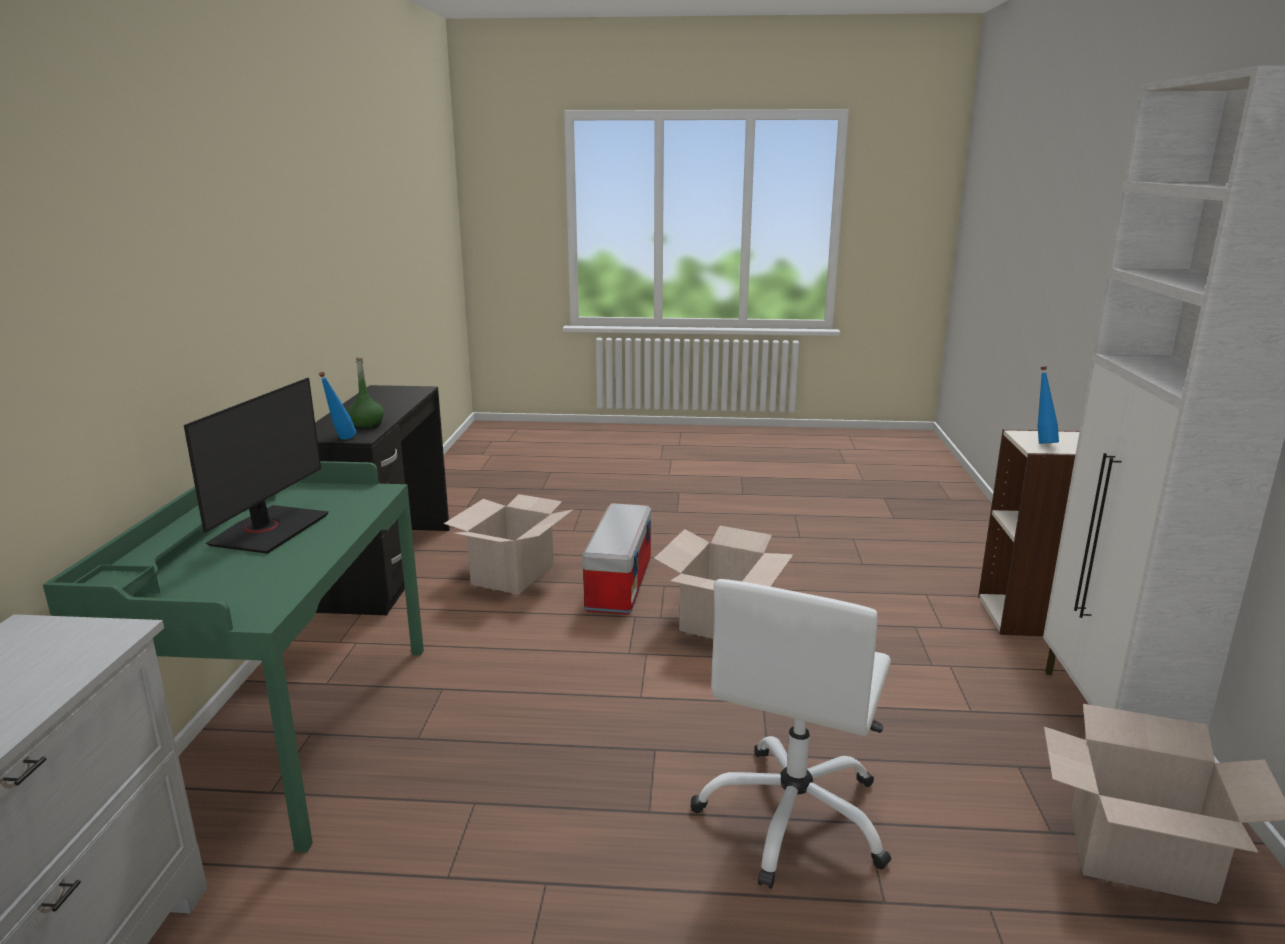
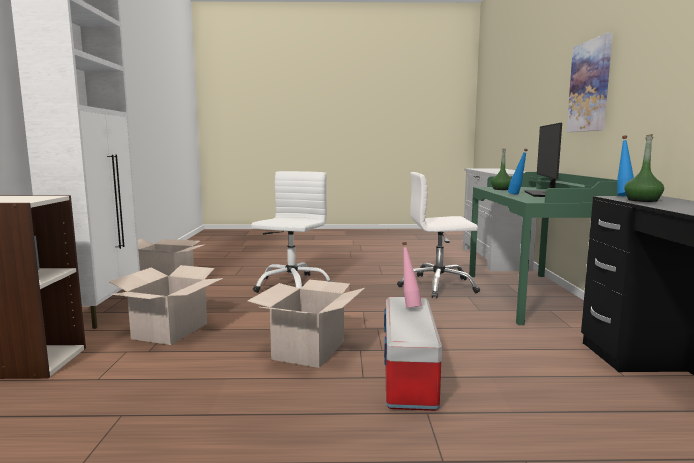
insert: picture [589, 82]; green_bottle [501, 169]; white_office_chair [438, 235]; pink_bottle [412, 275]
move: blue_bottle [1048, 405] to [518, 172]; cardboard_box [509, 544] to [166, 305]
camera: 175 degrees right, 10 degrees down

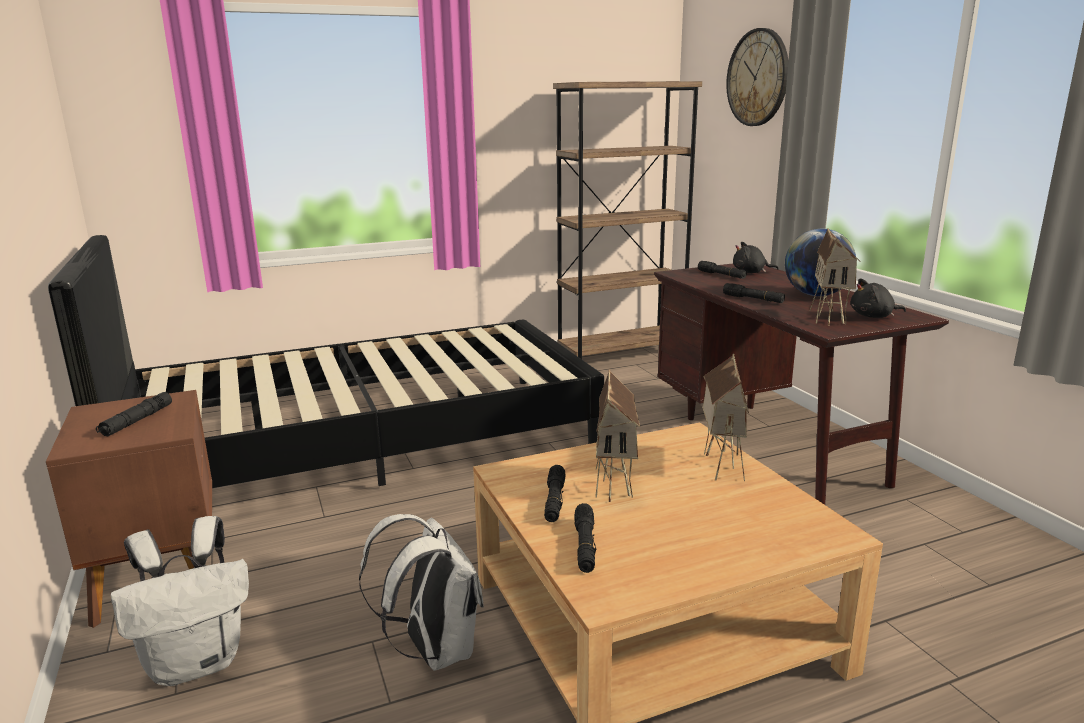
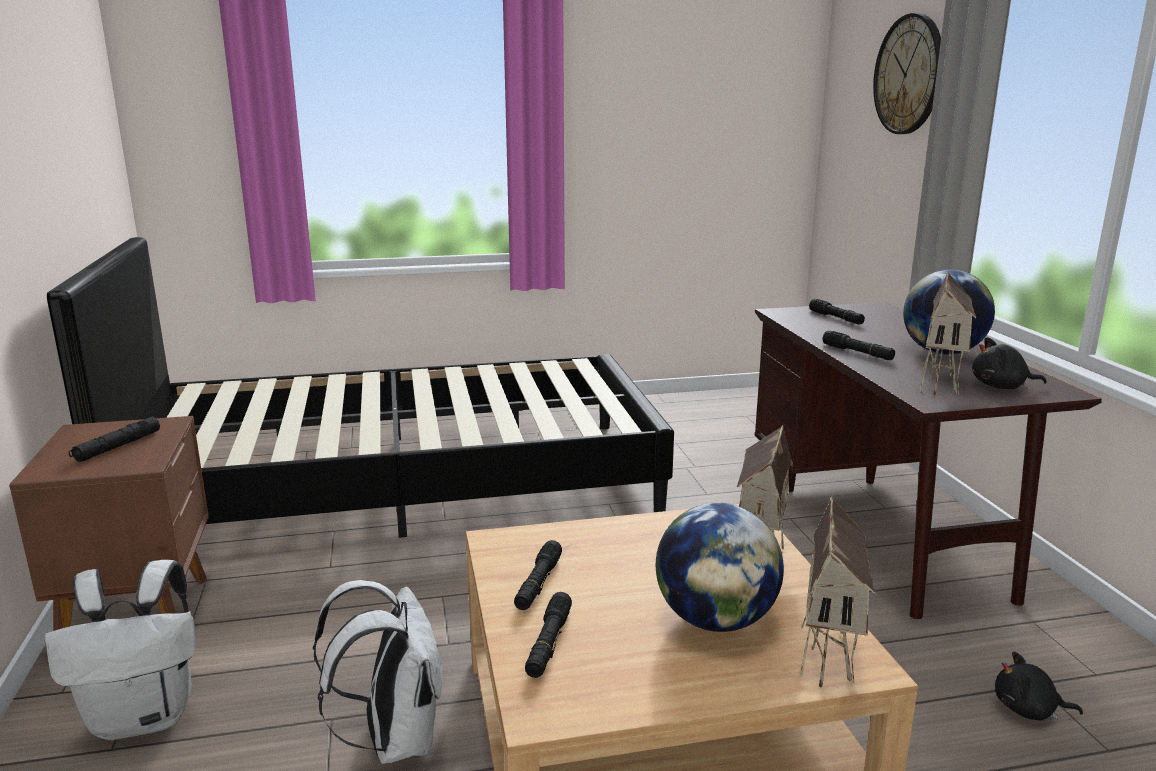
delete: brown_bookcase [627, 220]
insert: globe [720, 567]
move: black_plush_toy [756, 257] to [1039, 685]; toy_house [617, 436] to [837, 592]
camera: 10 degrees right, 0 degrees up

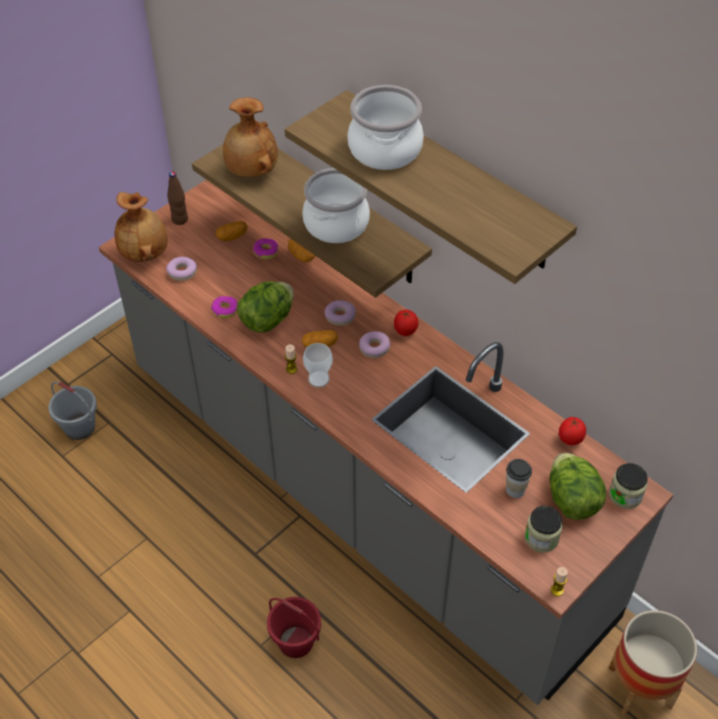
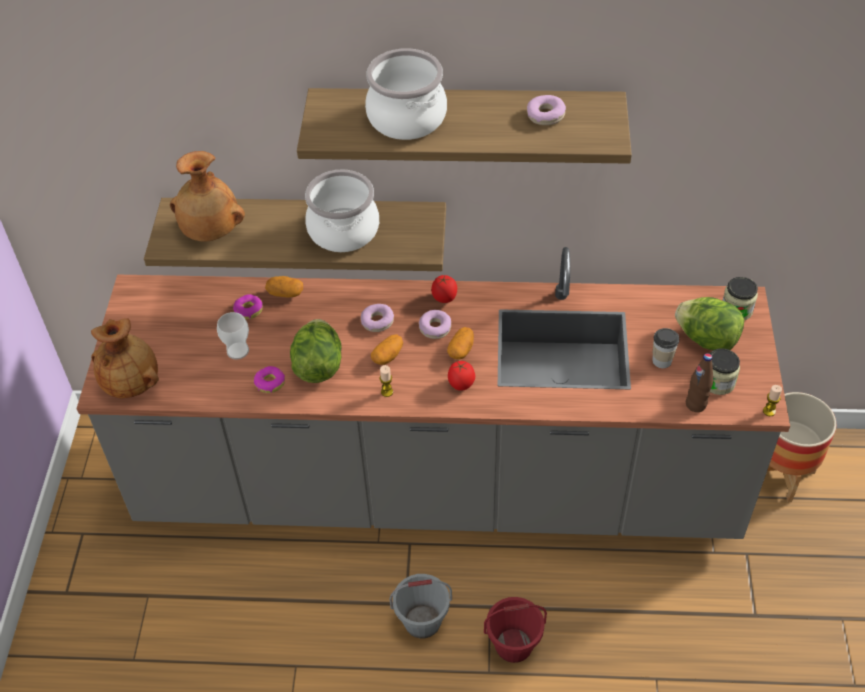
move: brown_bottle [177, 198] to [699, 382]; potato [231, 231] to [460, 343]; donut [181, 269] to [546, 110]; cup [318, 365] to [233, 336]; grey_bucket [72, 410] to [421, 606]; tomato [572, 431] to [461, 376]
camera: 40 degrees left, 0 degrees up

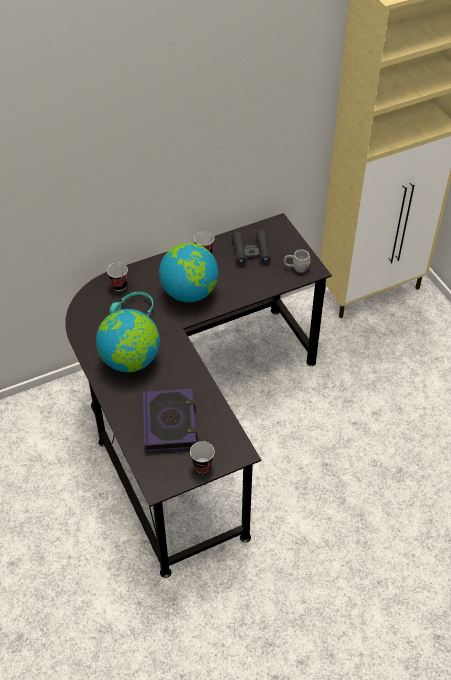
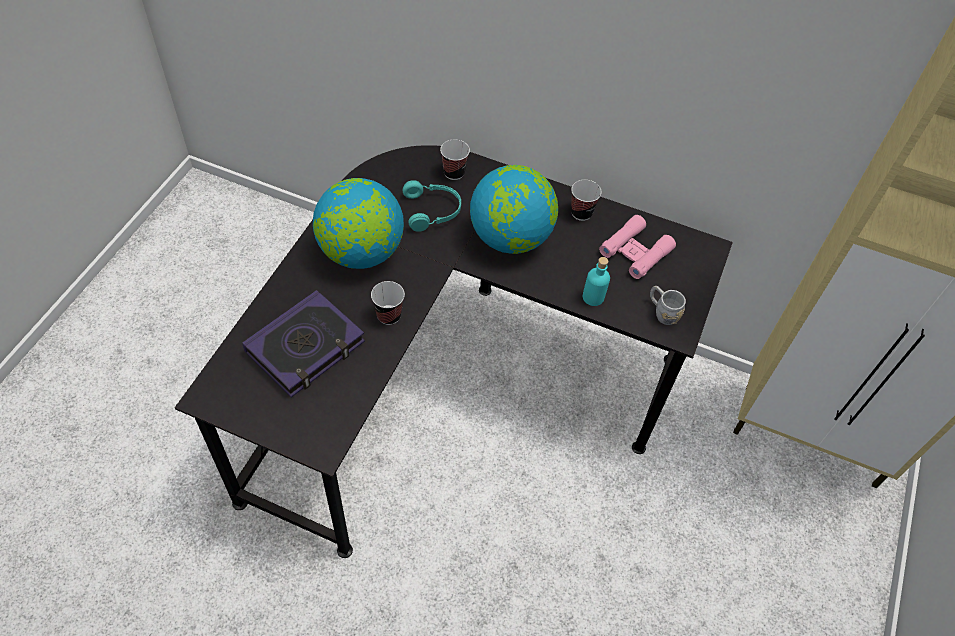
insert: turquoise_bottle [596, 281]
move: cup [202, 457] to [388, 303]
recolor: black_binoculars [251, 247] to pink_binoculars [637, 247]
camera: 45 degrees right, 5 degrees up

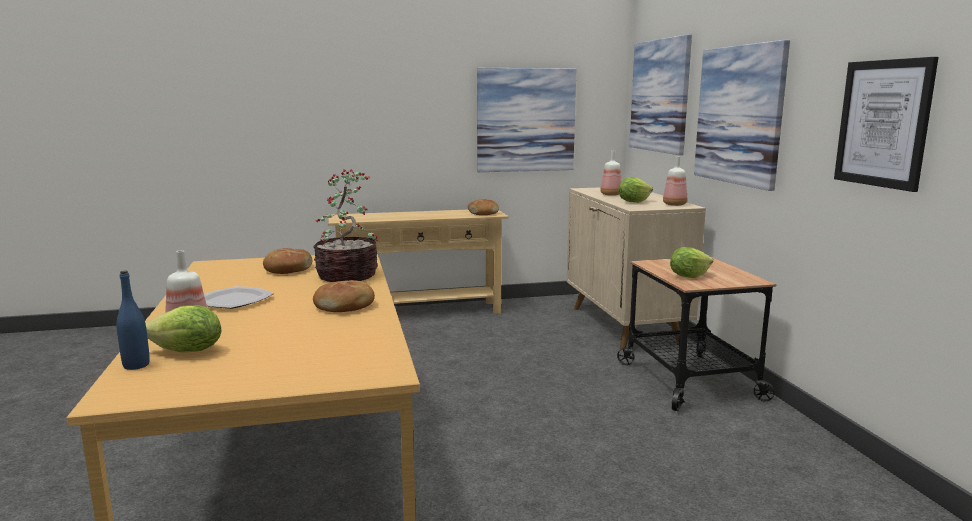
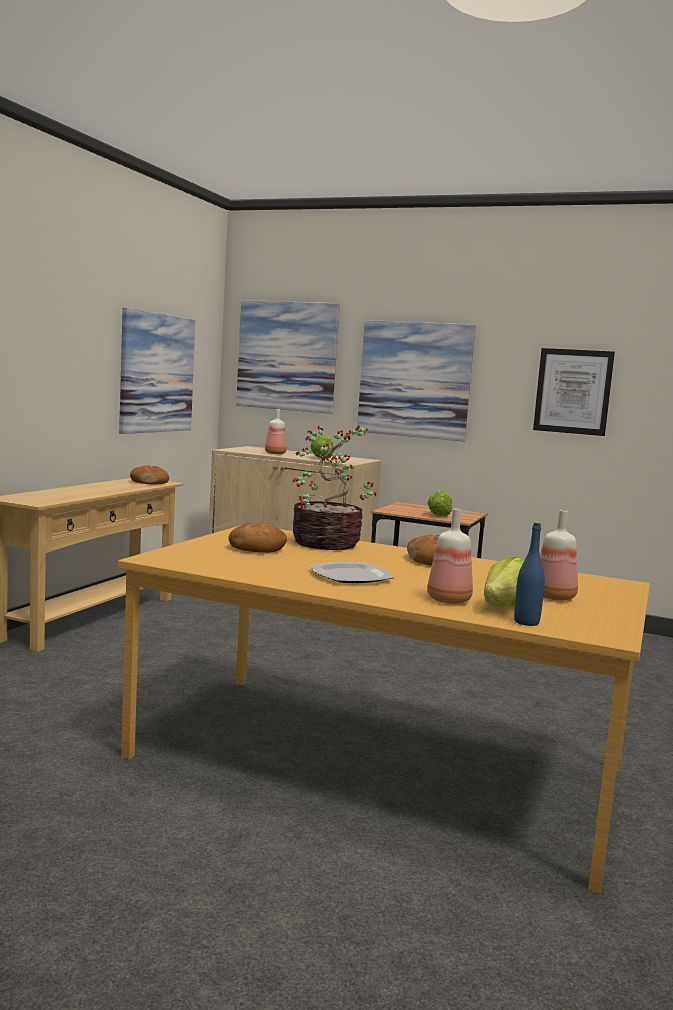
move: bottle [675, 181] to [559, 555]
camera: 55 degrees left, 5 degrees down

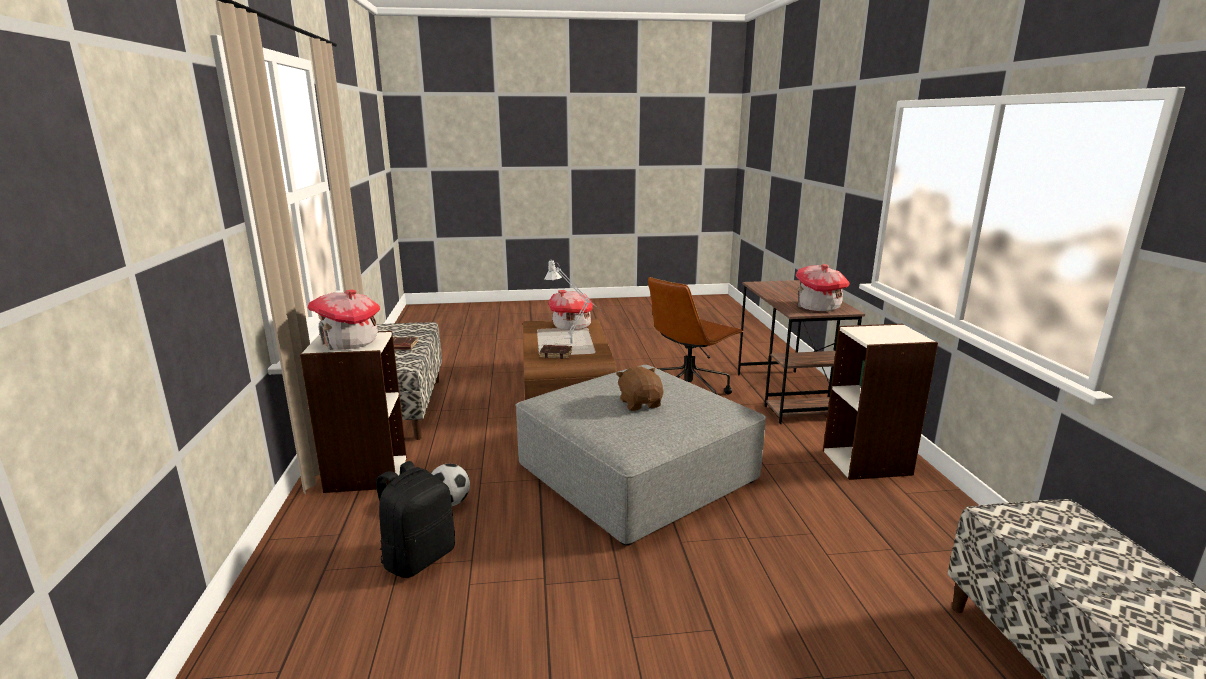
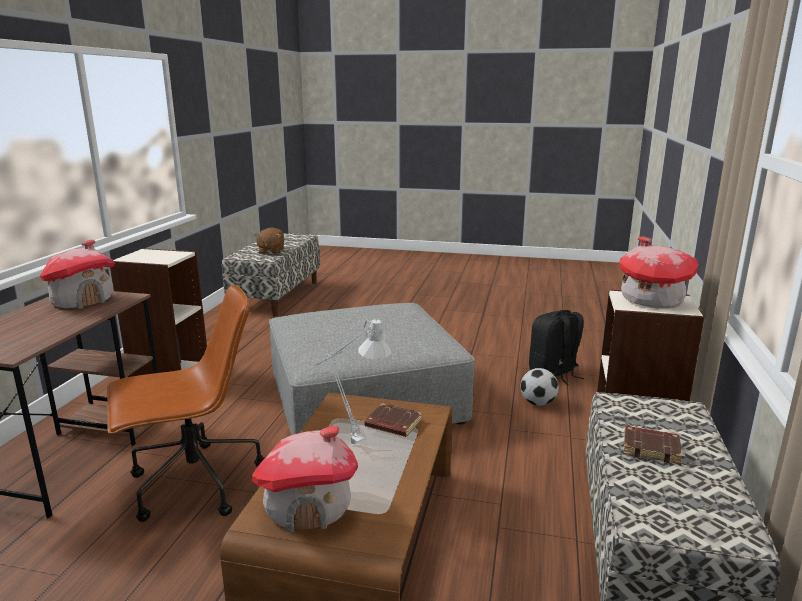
move: brown_plush_toy [639, 388] to [269, 240]
camera: 160 degrees left, 0 degrees up

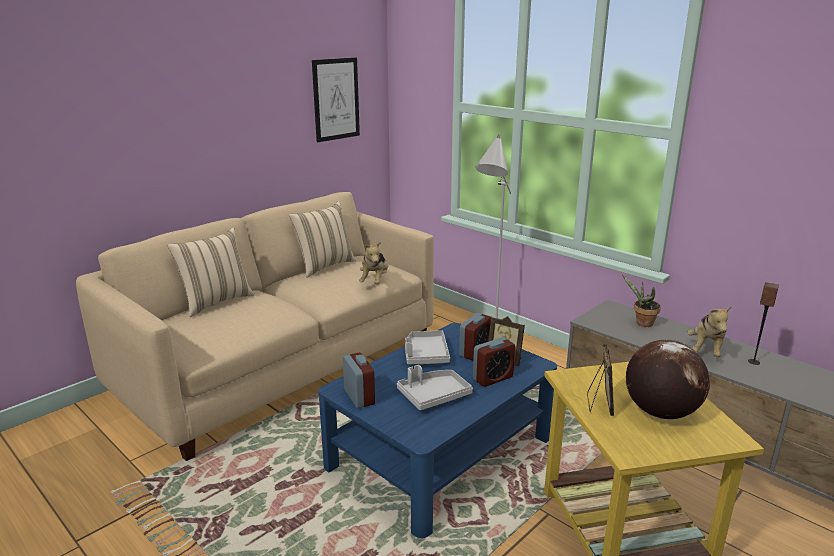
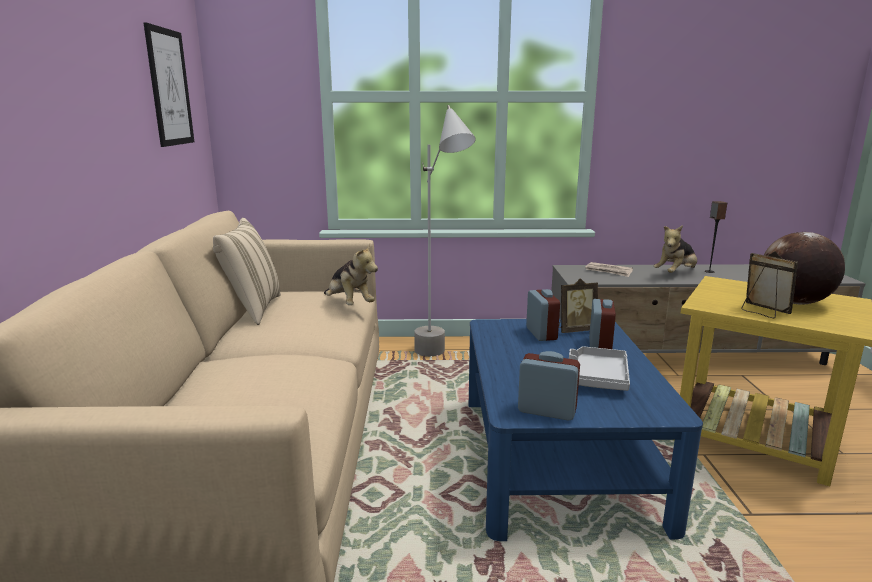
delete: beige_pillow [210, 272]; grey_tray [427, 347]
replace: potted_plant [641, 301] to newspaper [609, 269]
rotate: plush_toy [709, 331] = [675, 249] 75 degrees clockwise
camera: 45 degrees left, 5 degrees down

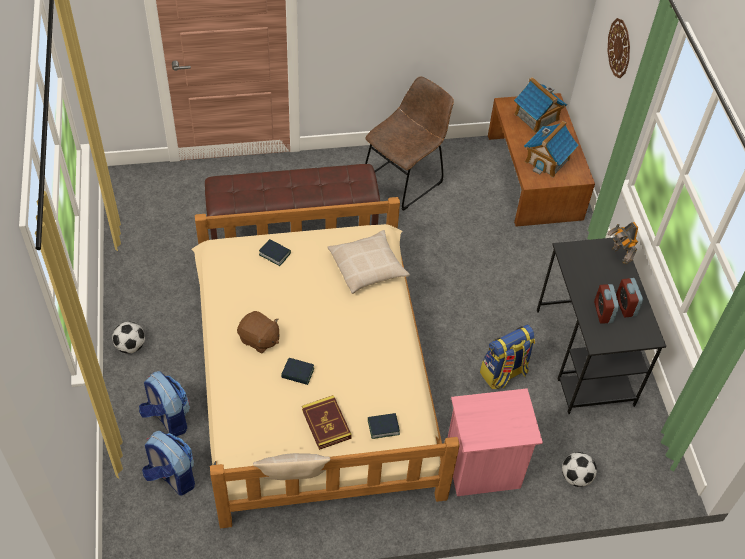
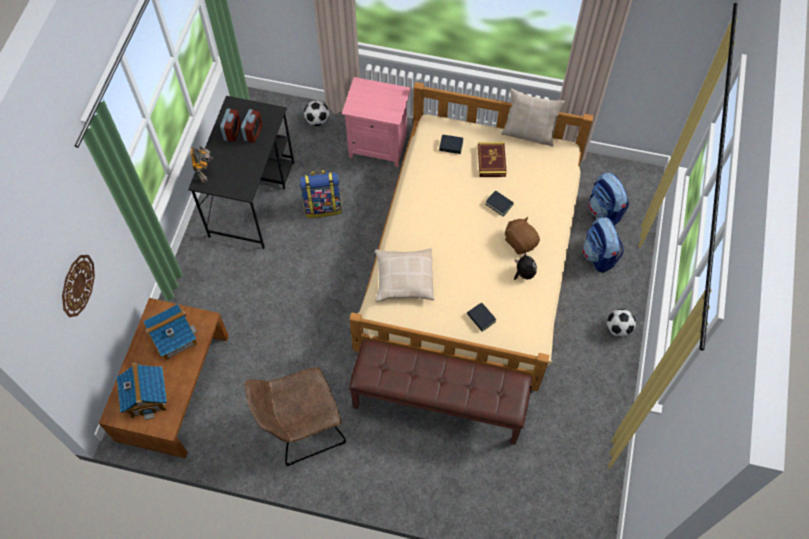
insert: plush_toy [525, 266]
camera: 155 degrees left, 10 degrees up

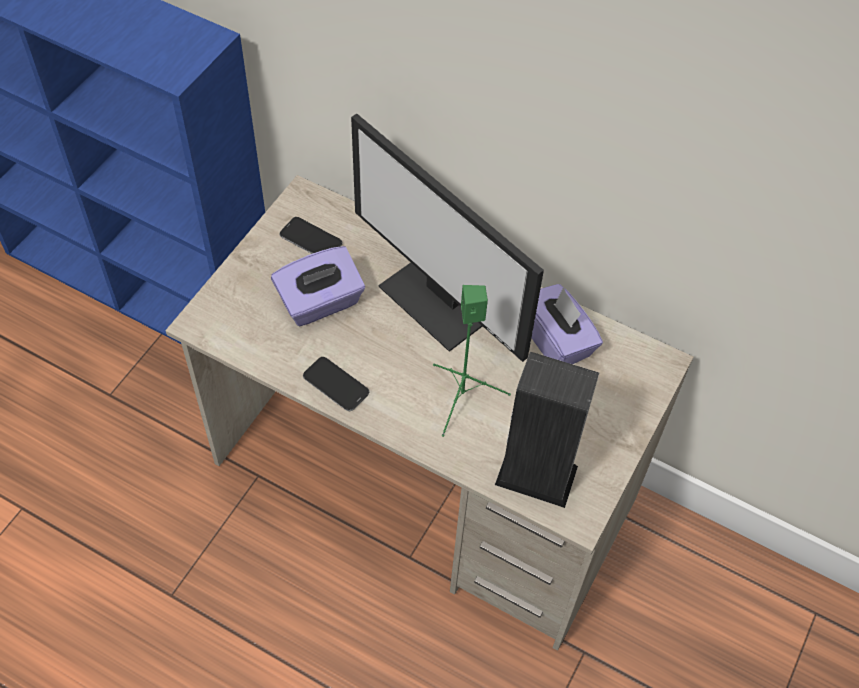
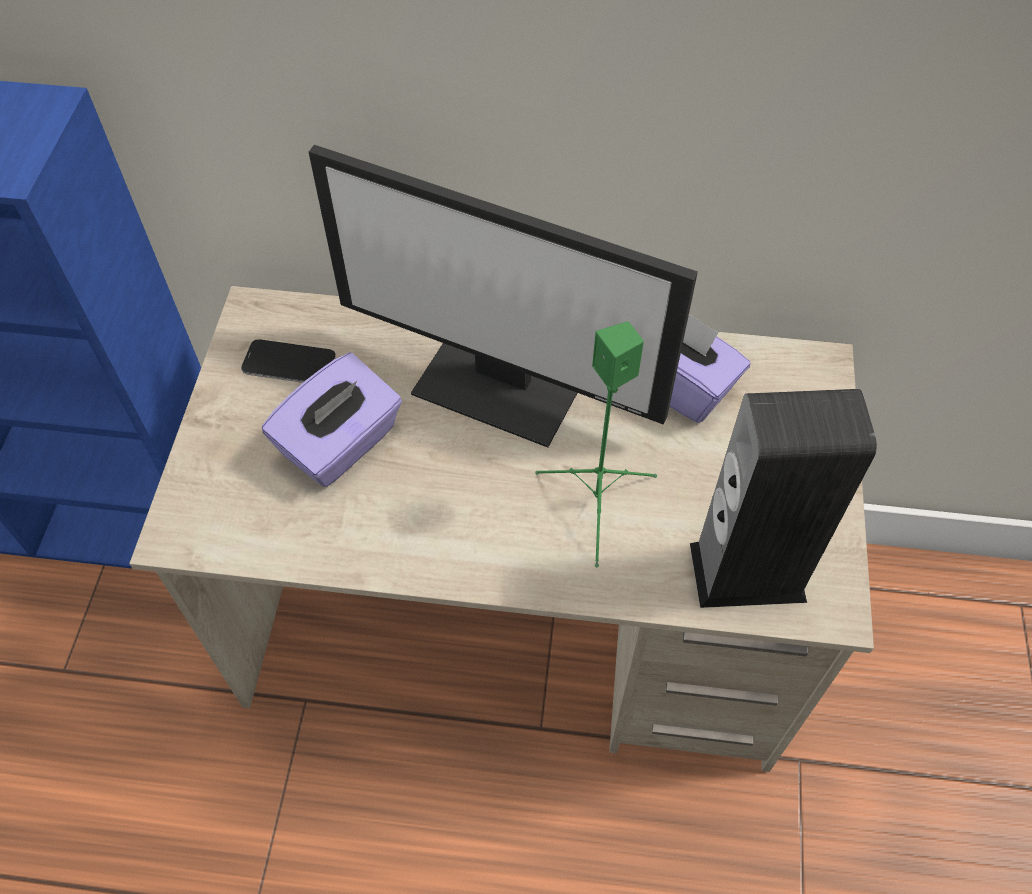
delete: phone [336, 384]
camera: 20 degrees left, 0 degrees up

